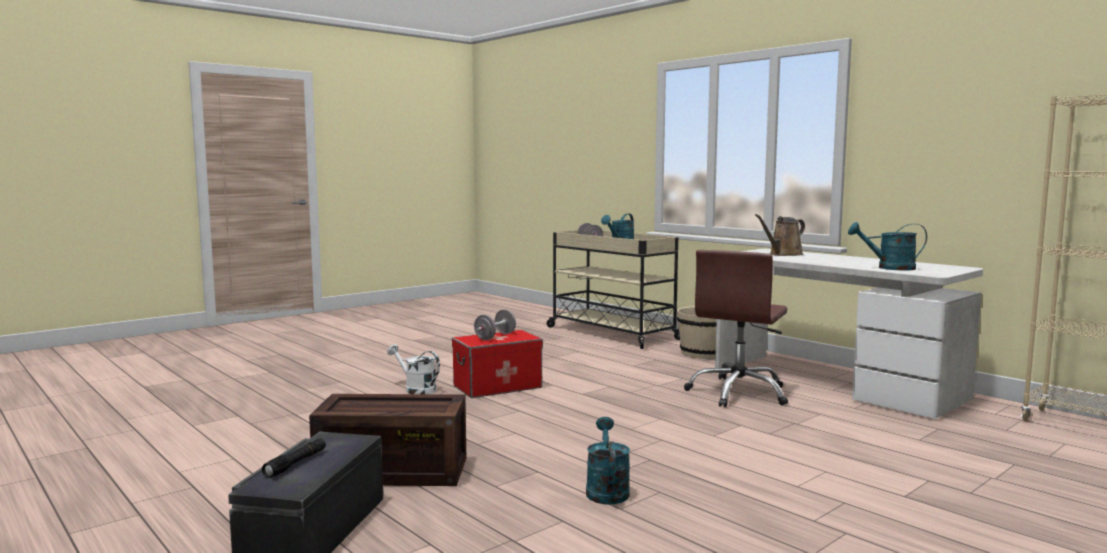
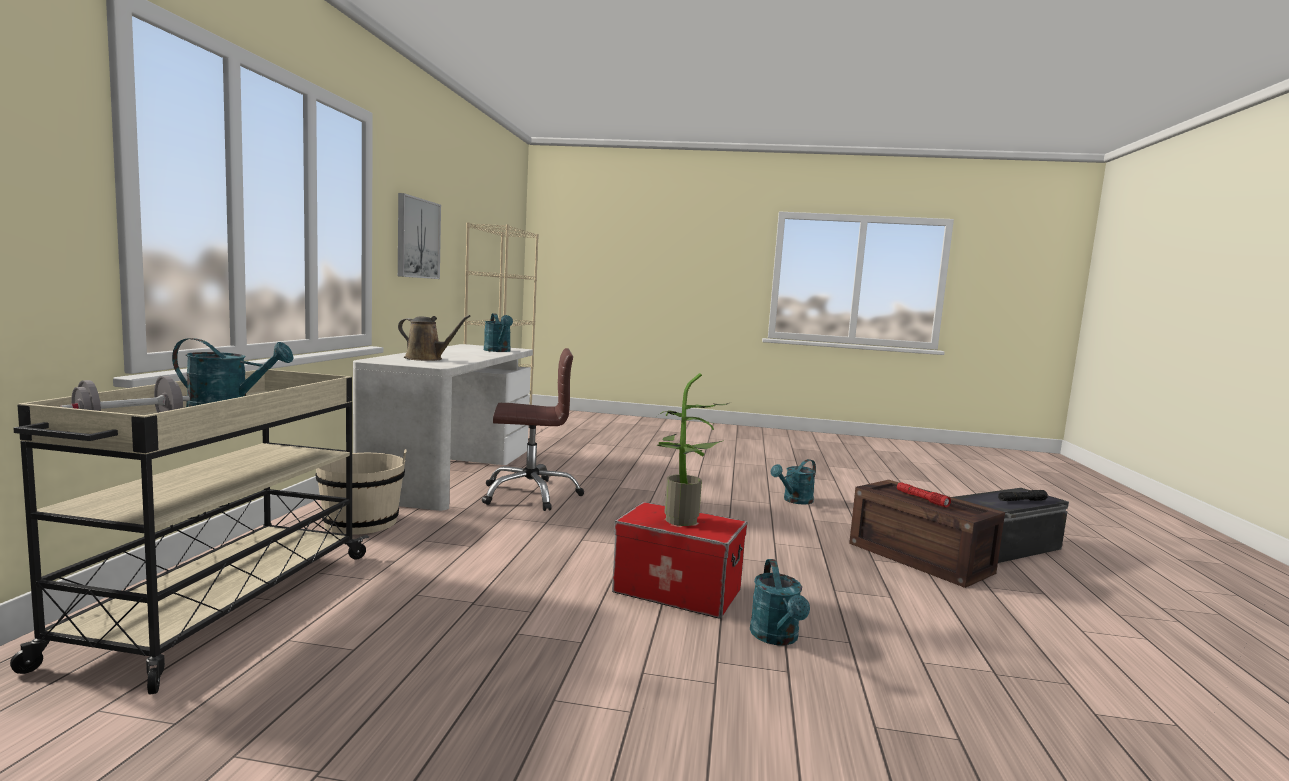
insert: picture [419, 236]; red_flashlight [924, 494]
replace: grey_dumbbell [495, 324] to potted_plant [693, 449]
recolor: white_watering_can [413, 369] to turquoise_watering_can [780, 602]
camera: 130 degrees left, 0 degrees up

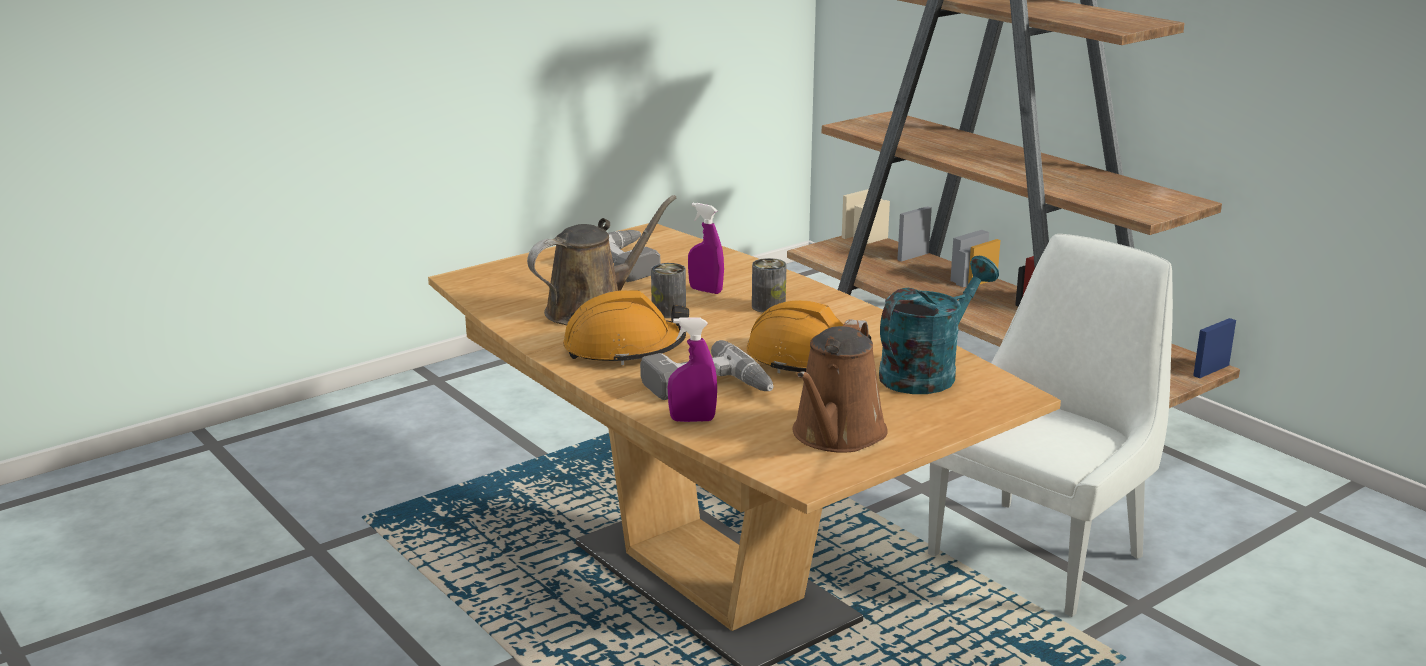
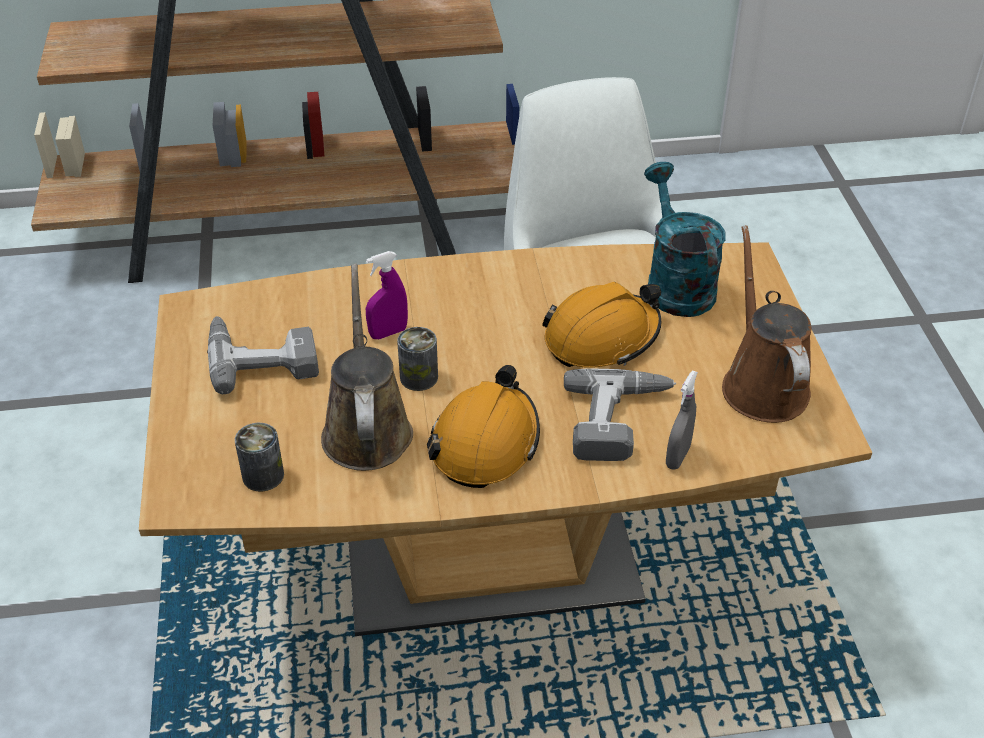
move: can [769, 285] to [259, 457]
recolor: purple_spray_bottle [692, 369] to grey_spray_bottle [682, 420]
rotate: brown_watering_can [840, 386] = [767, 324] 150 degrees counterclockwise
camera: 60 degrees left, 20 degrees up

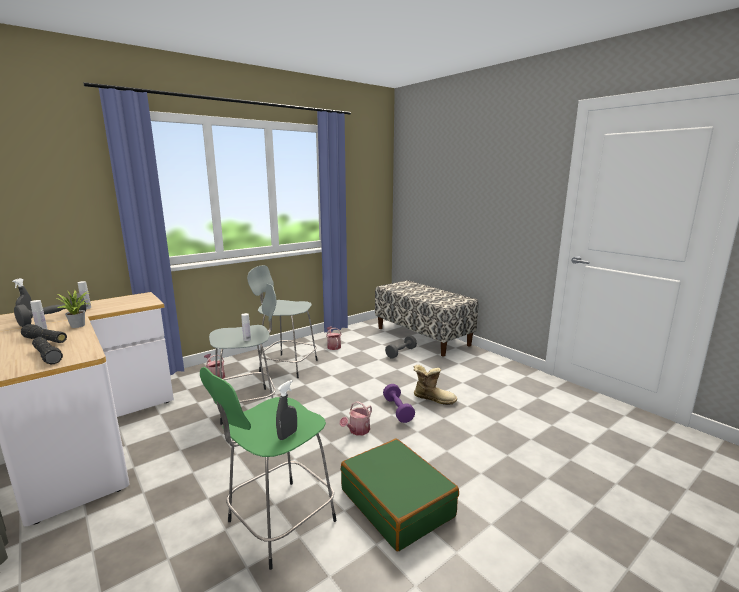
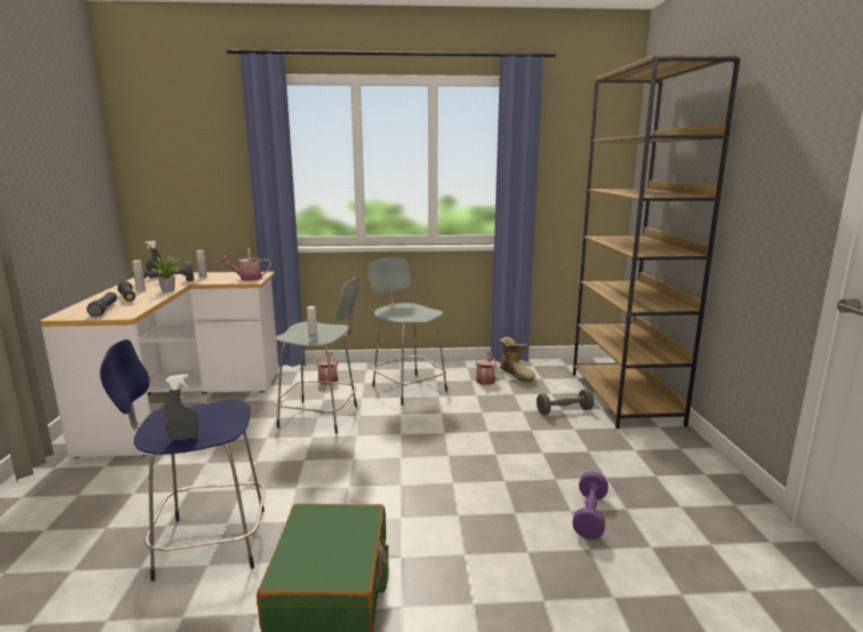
move: boot [435, 385] to [517, 359]; purple_dumbbell [399, 403] to [590, 505]; watering_can [356, 418] to [245, 264]
replace: bench [426, 318] to brown_bookcase [656, 242]
recolor: green_stool [268, 468] to blue_stool [182, 460]
camera: 35 degrees right, 0 degrees up

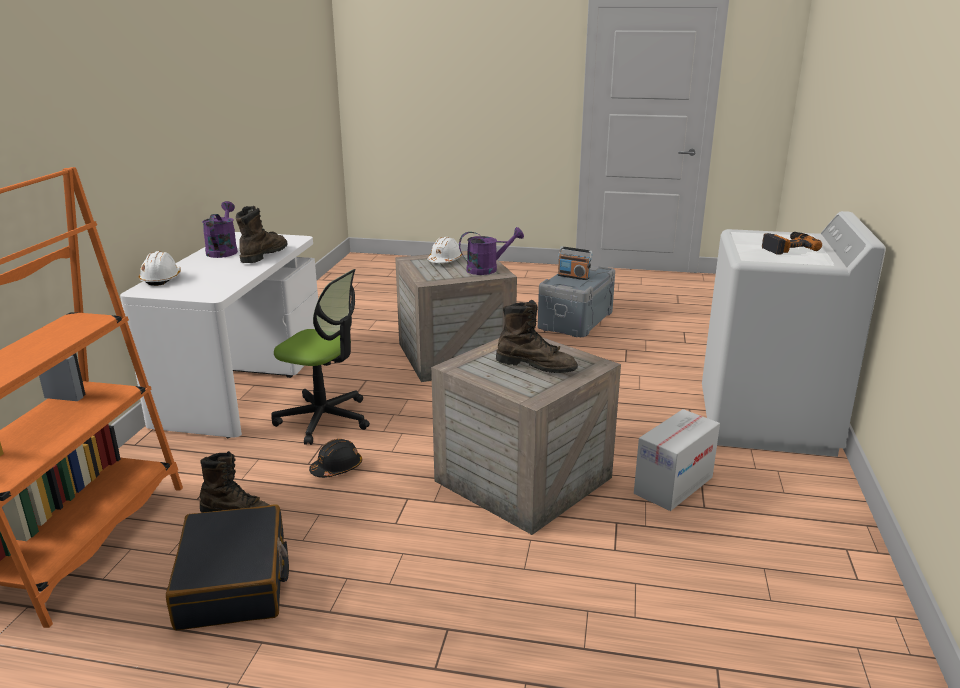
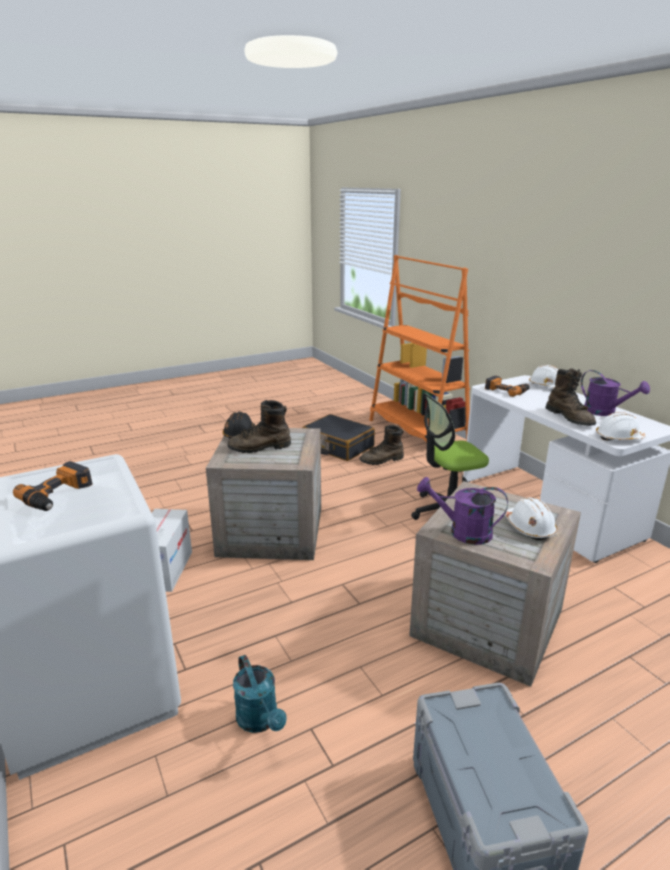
delete: radio [575, 263]
insert: power_drill [507, 386]; white_hard_hat [621, 426]; turquoise_watering_can [259, 694]
move: black_hard_hat [335, 458] to [239, 425]
rotate: purple_watering_can [491, 251] = [462, 511] 75 degrees clockwise
camera: 140 degrees right, 0 degrees up

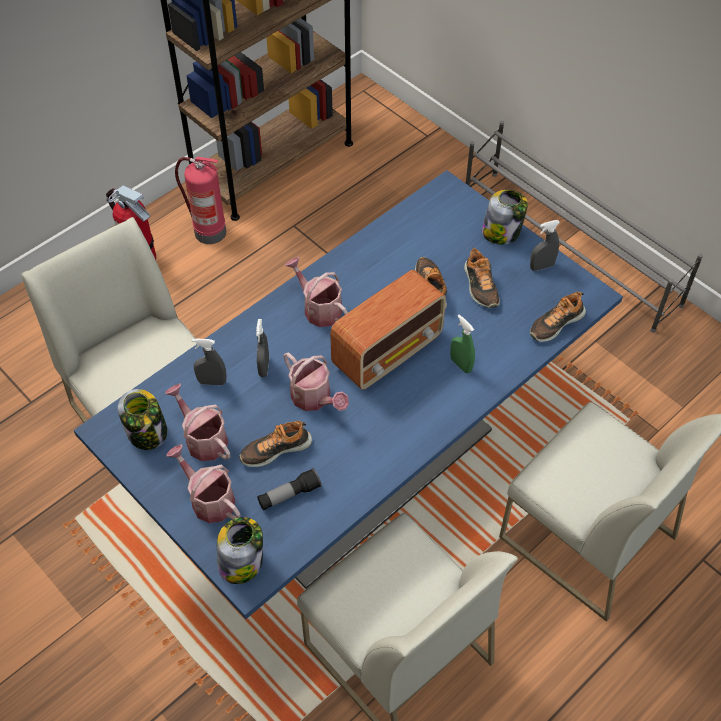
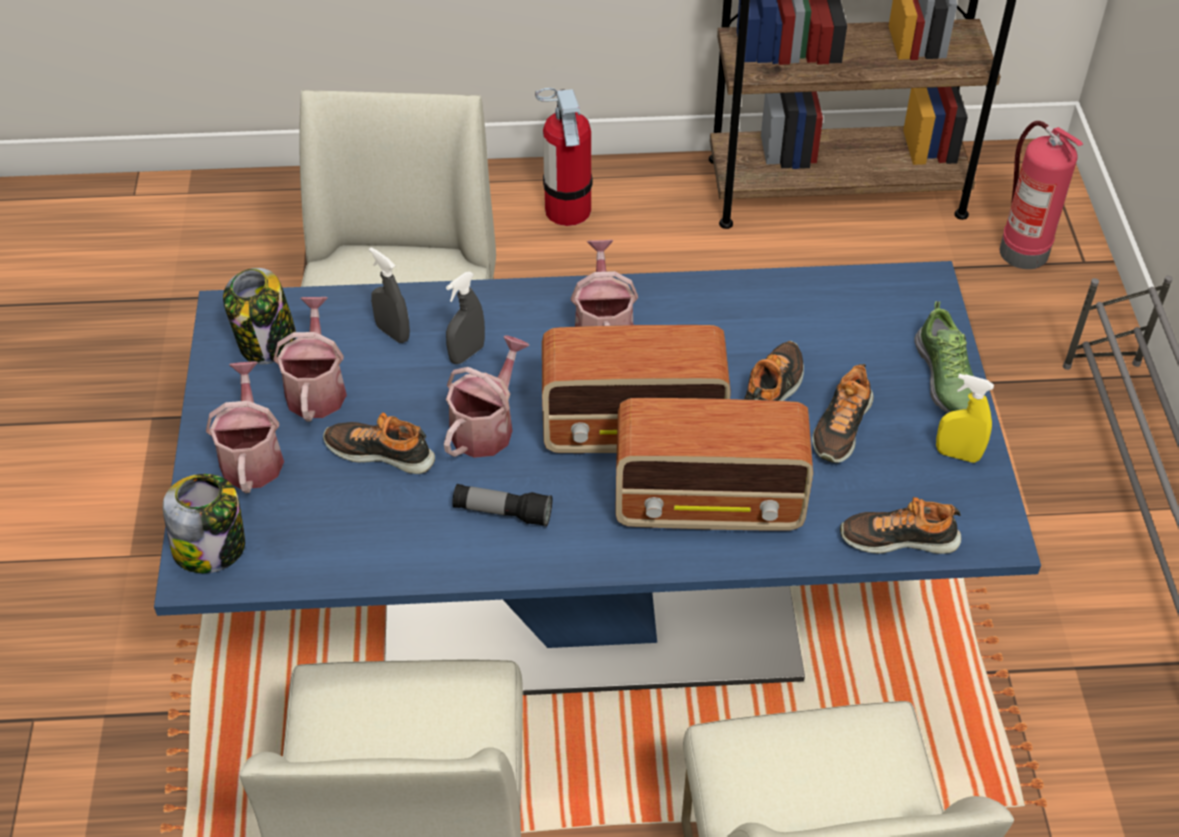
move: fire_extinguisher [200, 200] to [1041, 195]; flashlight [289, 489] to [502, 505]
replace: jar [505, 217] to shoe [944, 357]; green_spray_bottle [462, 344] to radio [714, 464]
recolor: grey_spray_bottle [545, 245] to yellow_spray_bottle [965, 418]
rotate: watering_can [316, 381] = [486, 396] 150 degrees counterclockwise
camera: 40 degrees right, 5 degrees down

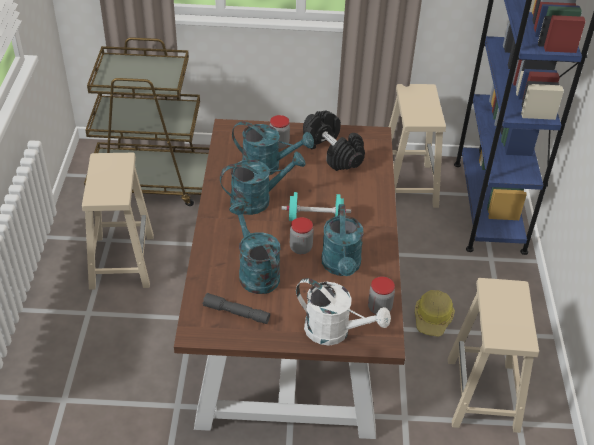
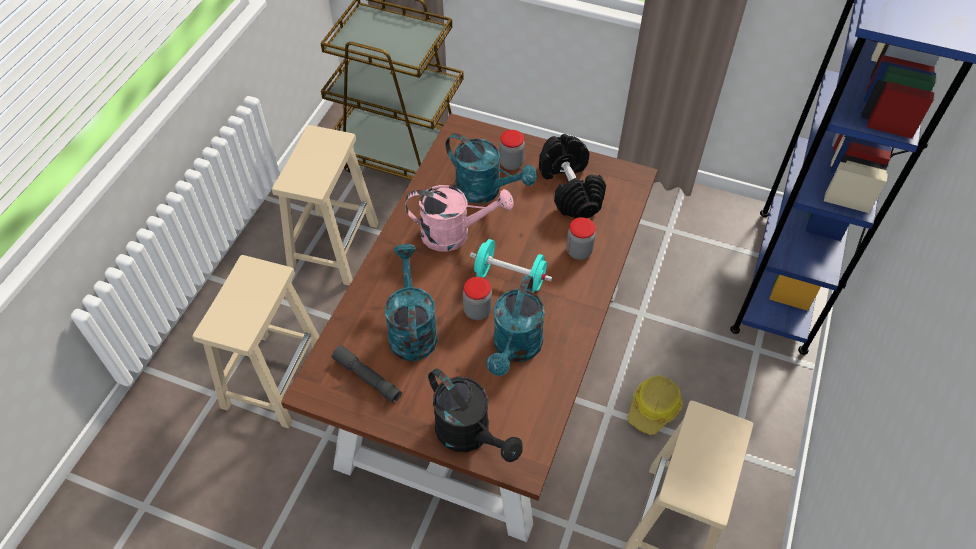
move: beige_stool [417, 146] to [256, 341]; jar [381, 295] to [581, 239]
recolor: turquoise_watering_can [262, 183] to pink_watering_can [459, 218]; white_watering_can [343, 311] to black_watering_can [475, 415]
camera: 20 degrees right, 10 degrees up

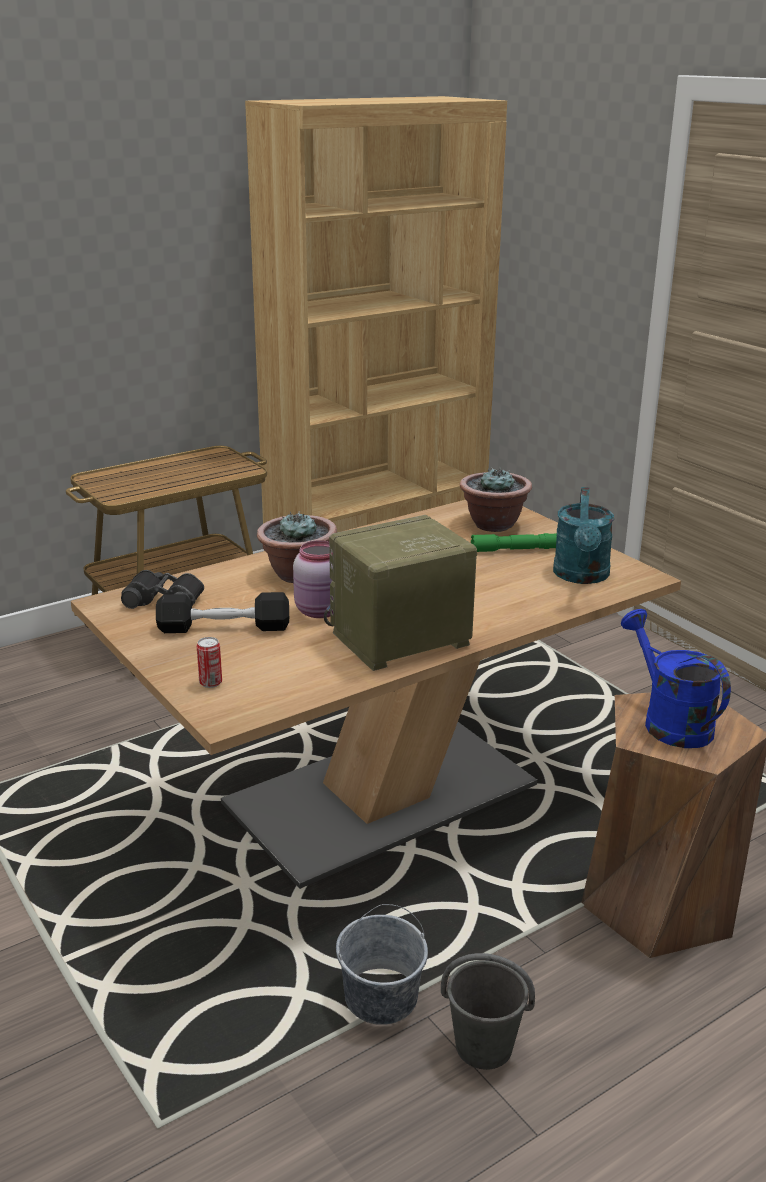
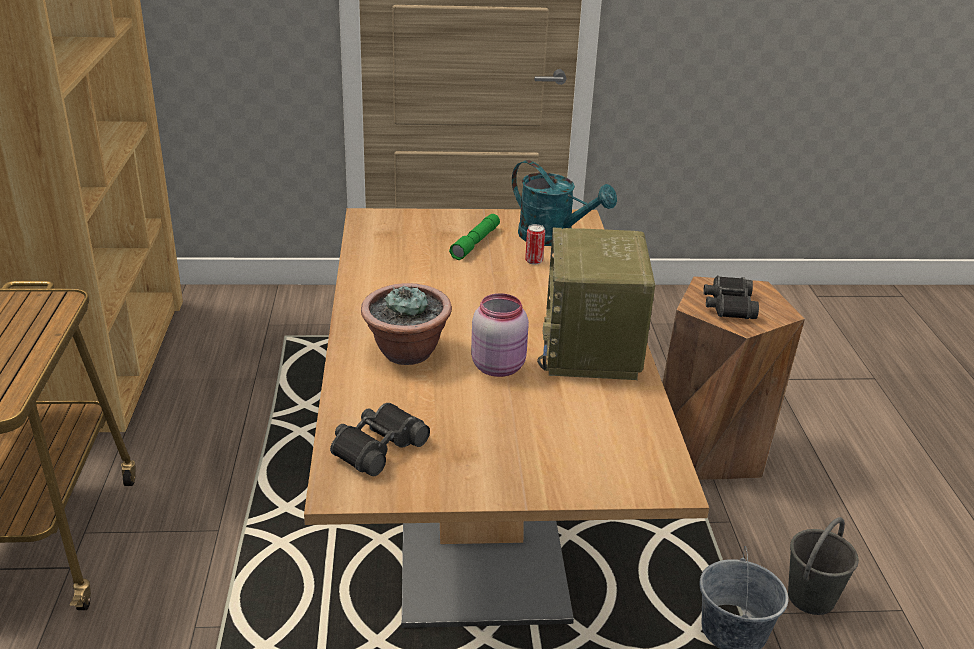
delete: potted_plant [496, 499]; black_dumbbell [222, 612]
move: can [209, 662] to [535, 244]
replace: blue_watering_can [676, 678] to black_binoculars [731, 297]
camera: 60 degrees left, 5 degrees up

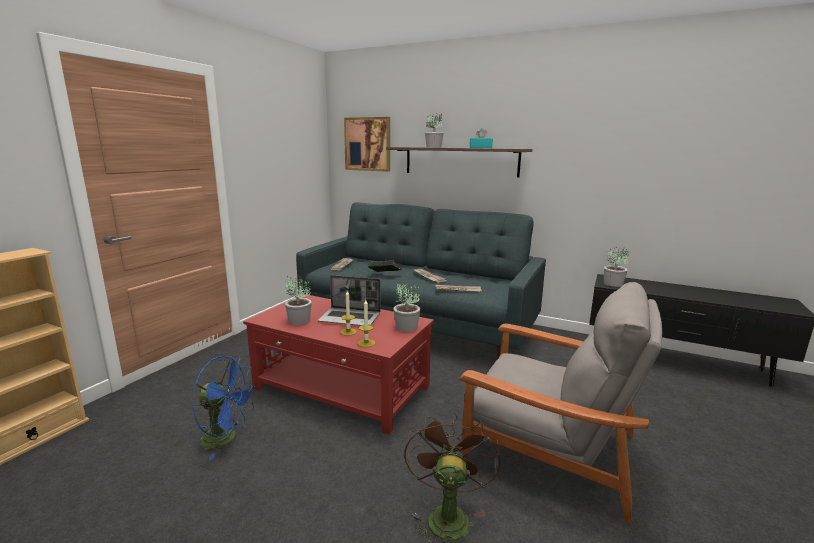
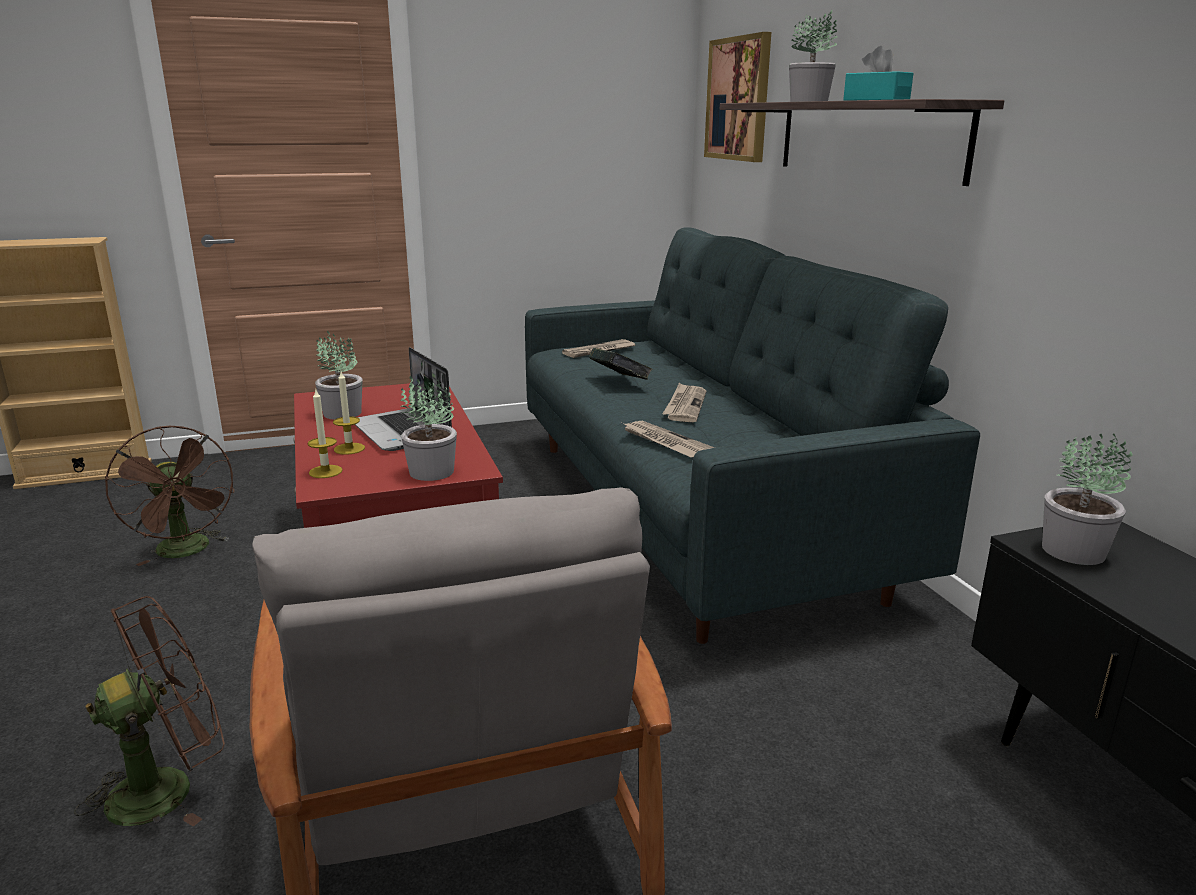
recolor: blue_fan [224, 408] to brown_fan [169, 496]
camera: 45 degrees right, 5 degrees up

